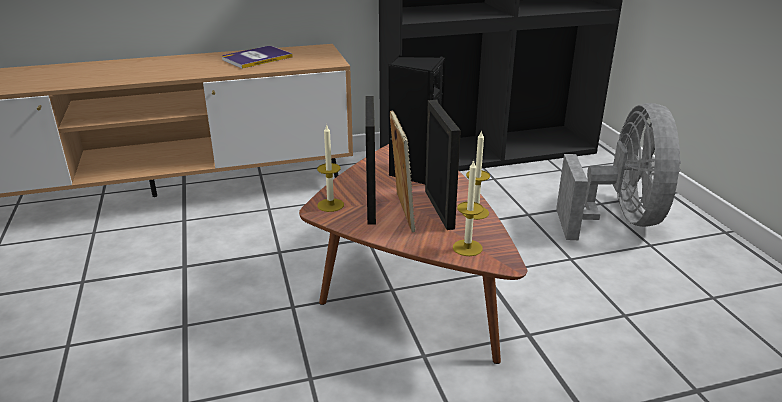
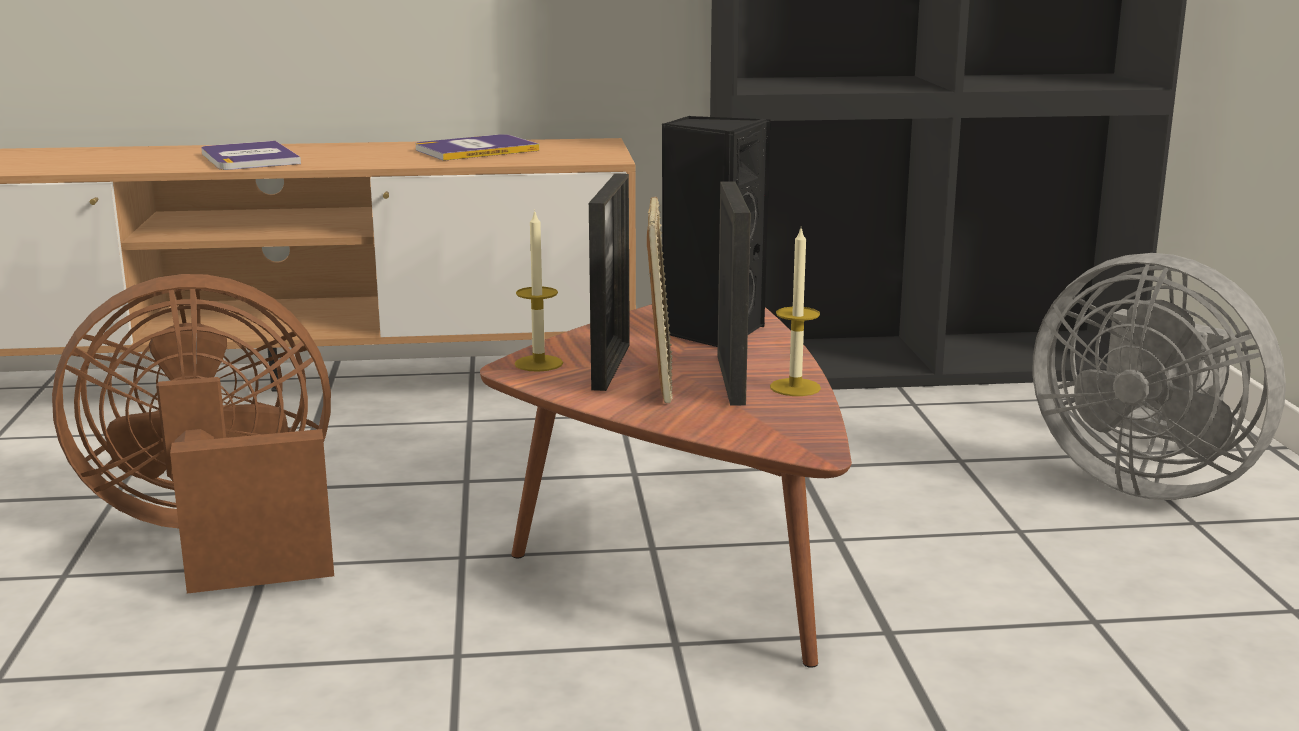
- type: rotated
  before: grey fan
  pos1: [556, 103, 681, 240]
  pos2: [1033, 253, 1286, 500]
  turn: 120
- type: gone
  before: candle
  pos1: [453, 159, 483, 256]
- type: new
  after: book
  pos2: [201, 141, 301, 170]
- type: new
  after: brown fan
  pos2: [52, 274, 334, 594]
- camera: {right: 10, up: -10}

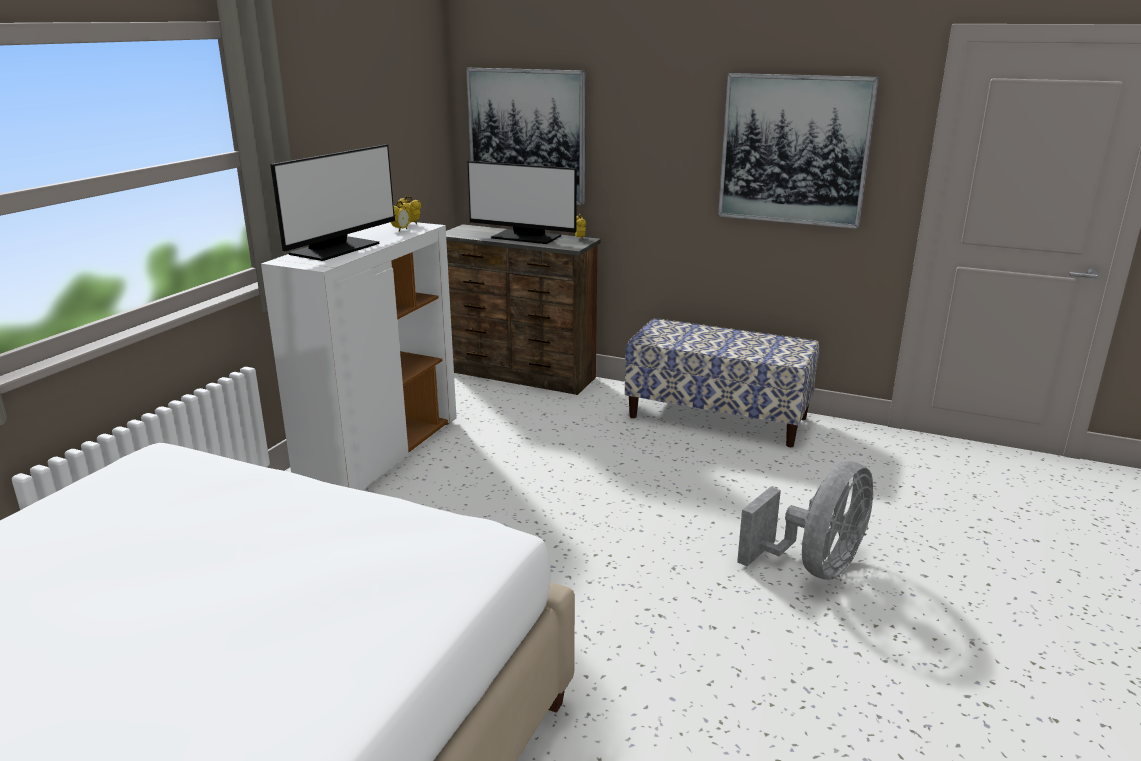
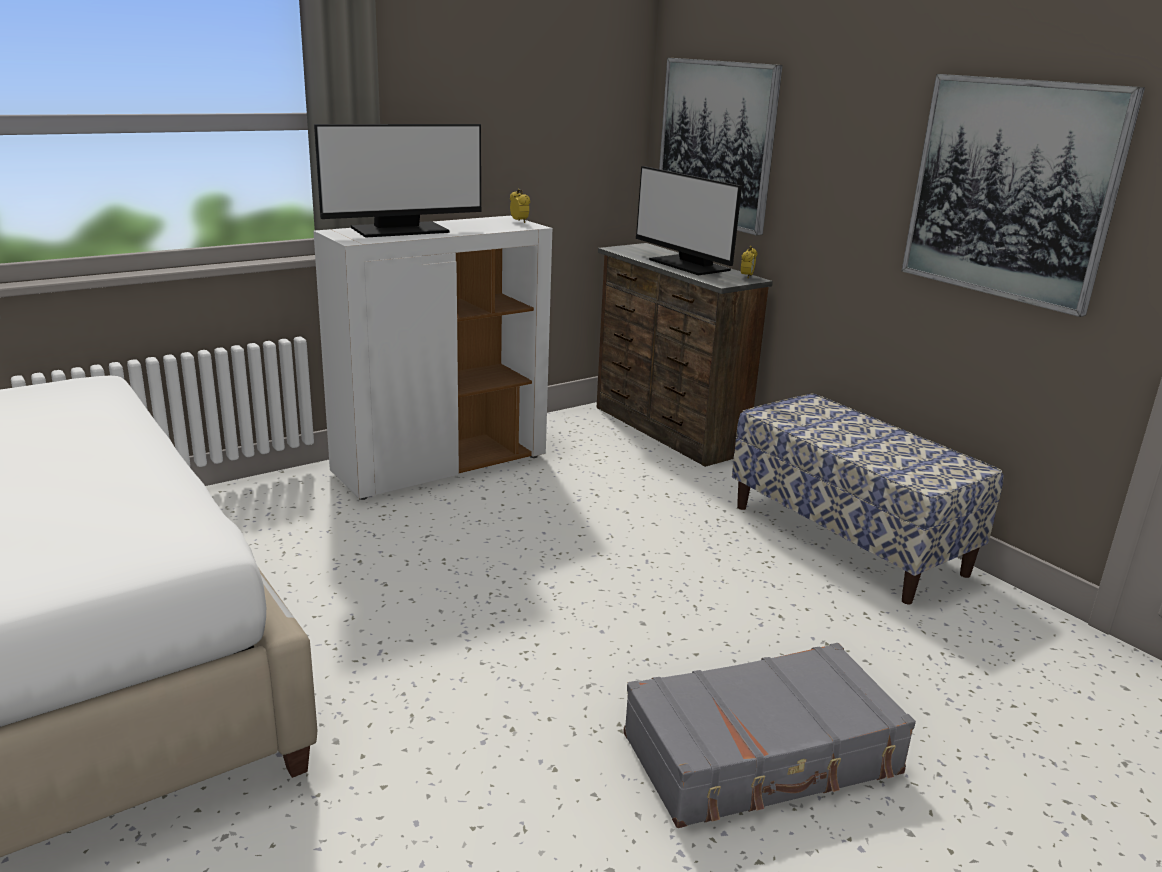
- type: gone
  before: alarm clock
  pos1: [391, 201, 411, 232]
- type: swapped
  before: grey fan
  after: grey suitcase
  pos1: [737, 461, 873, 580]
  pos2: [623, 643, 916, 828]
- camera: {right: 30, up: 0}

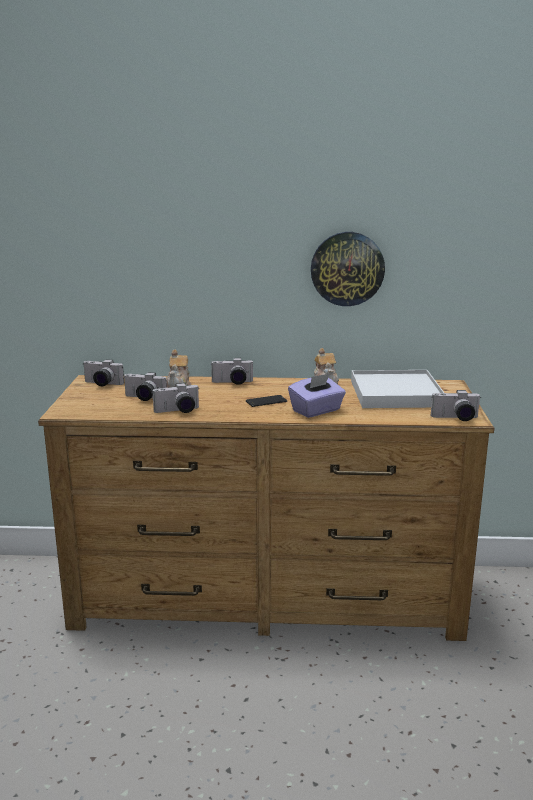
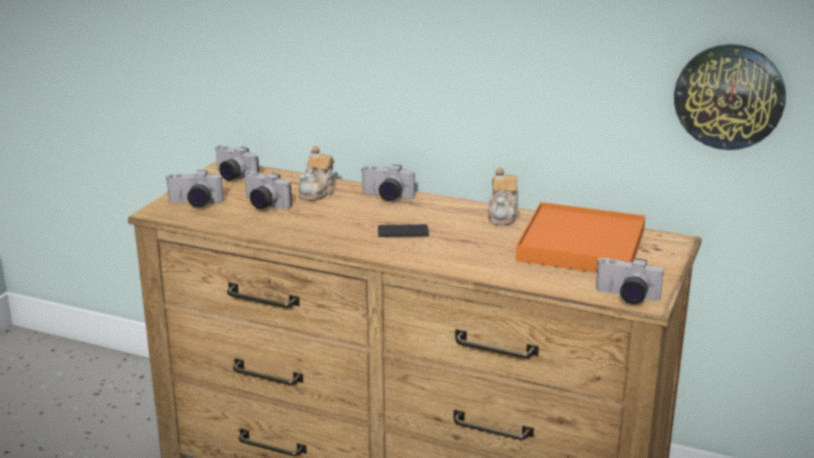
- type: shifted
  before: wall clock
  pos1: [311, 232, 385, 306]
  pos2: [674, 44, 786, 150]
- type: repainted
  before: white tray
  after: orange tray
  pos1: [351, 370, 444, 408]
  pos2: [516, 202, 645, 273]
- type: gone
  before: purple tissue box
  pos1: [288, 373, 346, 418]
- type: shifted
  before: photo camera
  pos1: [152, 383, 200, 413]
  pos2: [165, 170, 224, 208]
- camera: {right: 20, up: 5}

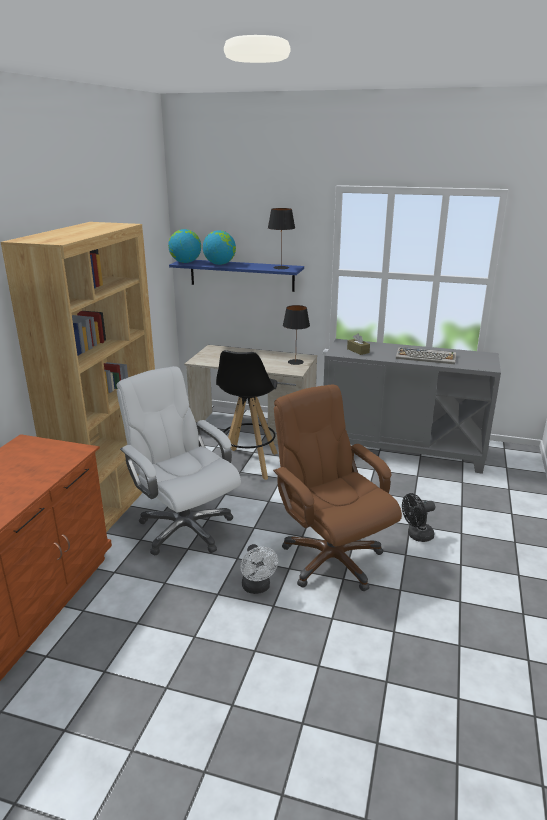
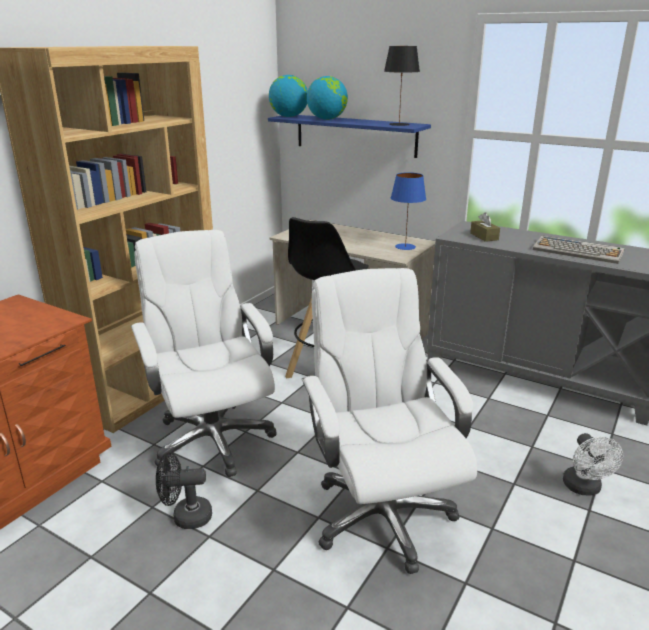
- type: repainted
  before: black table lamp
  after: blue table lamp
  pos1: [283, 305, 310, 365]
  pos2: [391, 172, 426, 250]
- type: repainted
  before: brown office chair
  after: white office chair
  pos1: [273, 384, 402, 591]
  pos2: [302, 268, 477, 574]
- type: shifted
  before: black fan
  pos1: [402, 493, 435, 542]
  pos2: [156, 452, 212, 529]
- type: shifted
  before: white fan
  pos1: [240, 544, 278, 594]
  pos2: [563, 433, 623, 496]
- camera: {right: 15, up: 0}

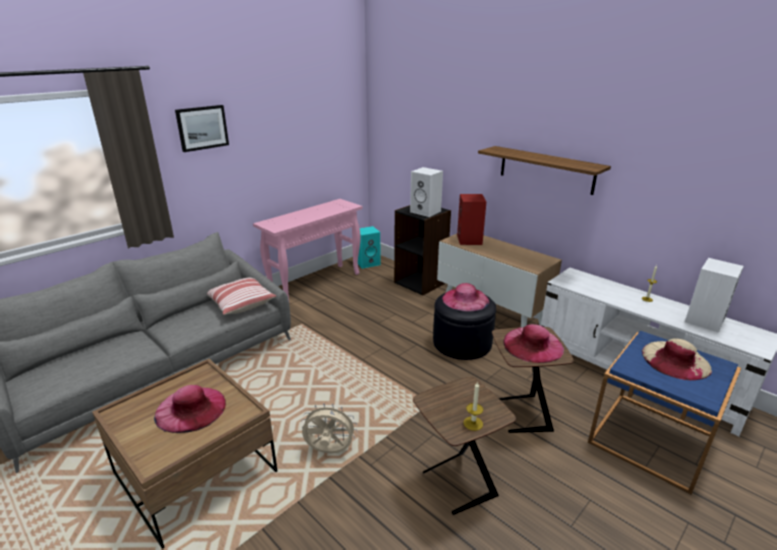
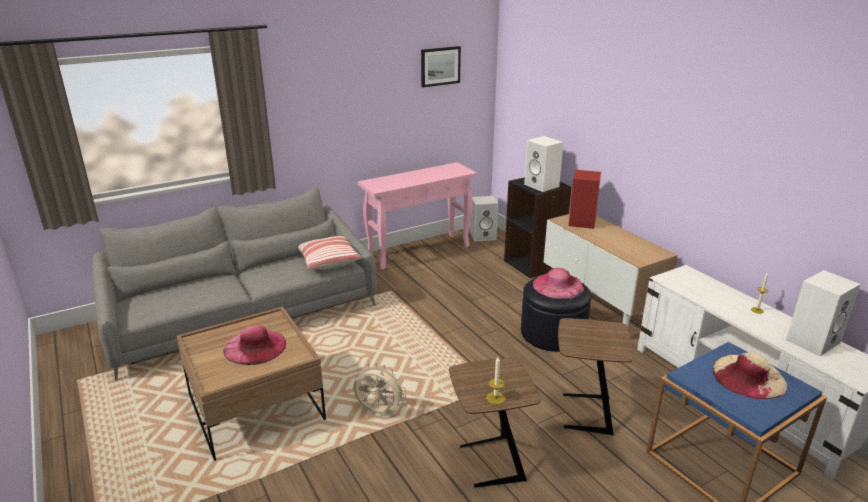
- type: shifted
  before: picture
  pos1: [175, 105, 229, 152]
  pos2: [421, 46, 461, 87]
- type: gone
  before: shelf
  pos1: [478, 146, 611, 195]
- type: repainted
  before: turquoise speaker
  after: white speaker
  pos1: [358, 226, 381, 269]
  pos2: [470, 196, 498, 242]
- type: gone
  before: pink hat
  pos1: [503, 324, 564, 363]
- camera: {right: 15, up: 0}

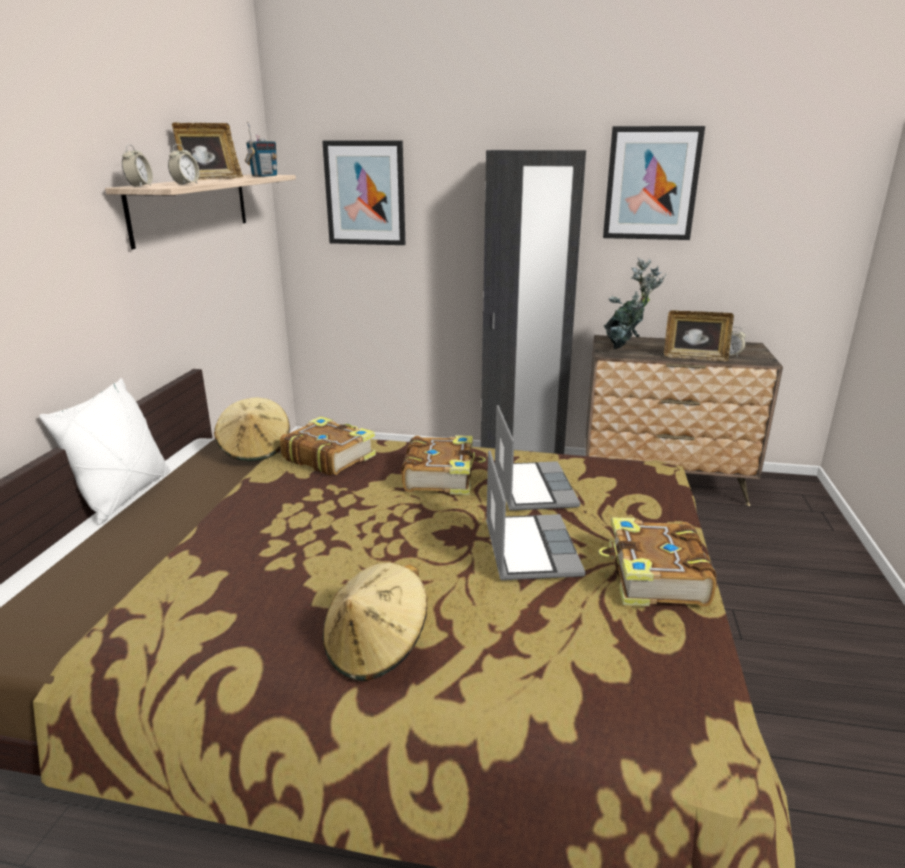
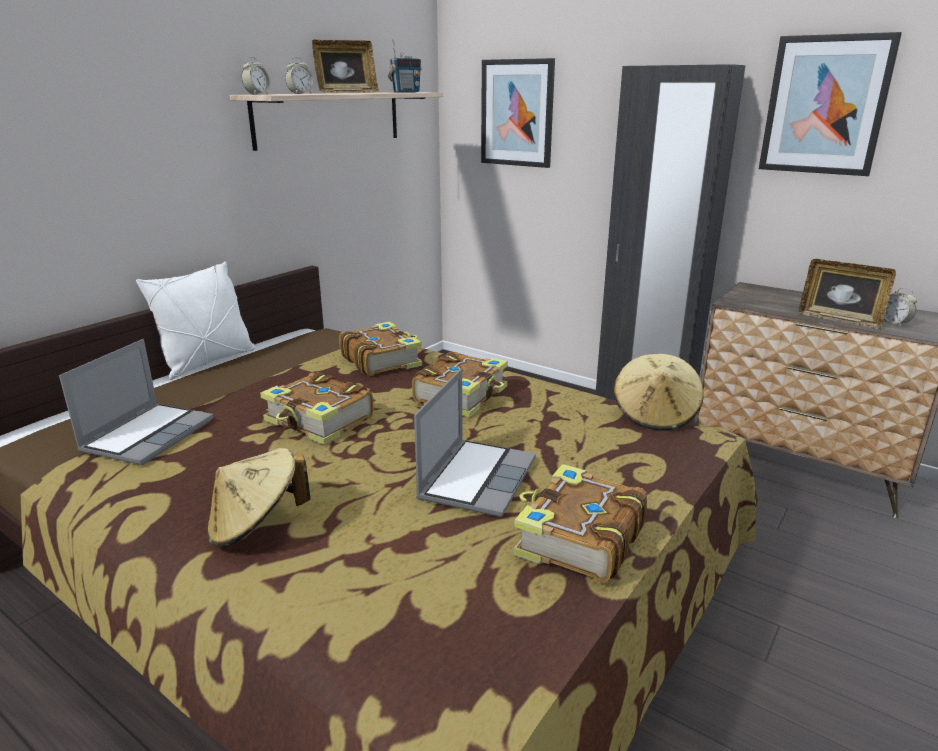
- type: gone
  before: potted plant
  pos1: [604, 257, 666, 350]
- type: shifted
  before: beige hat
  pos1: [214, 398, 290, 461]
  pos2: [613, 353, 704, 431]
- type: shifted
  before: laptop
  pos1: [495, 405, 580, 511]
  pos2: [59, 339, 214, 465]
- type: new
  after: book
  pos2: [260, 372, 374, 445]
- camera: {right: 25, up: 0}

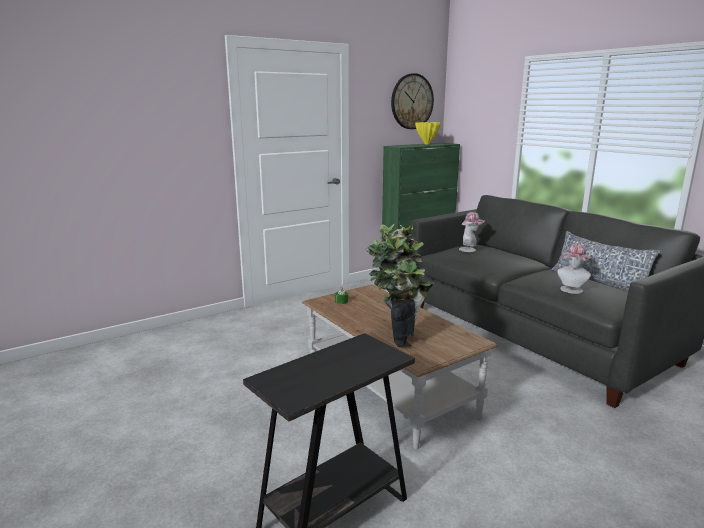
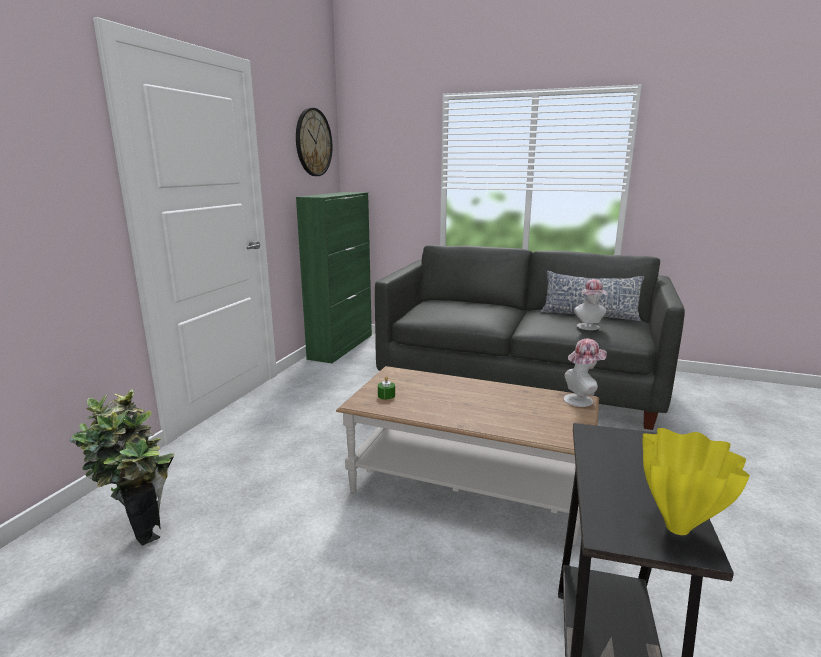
- type: shifted
  before: yellow vase
  pos1: [415, 122, 441, 145]
  pos2: [643, 428, 750, 535]
- type: shifted
  before: hat
  pos1: [459, 212, 485, 252]
  pos2: [564, 339, 607, 407]
- type: shifted
  before: potted plant
  pos1: [365, 224, 434, 347]
  pos2: [70, 389, 175, 546]
- camera: {right: -35, up: 0}

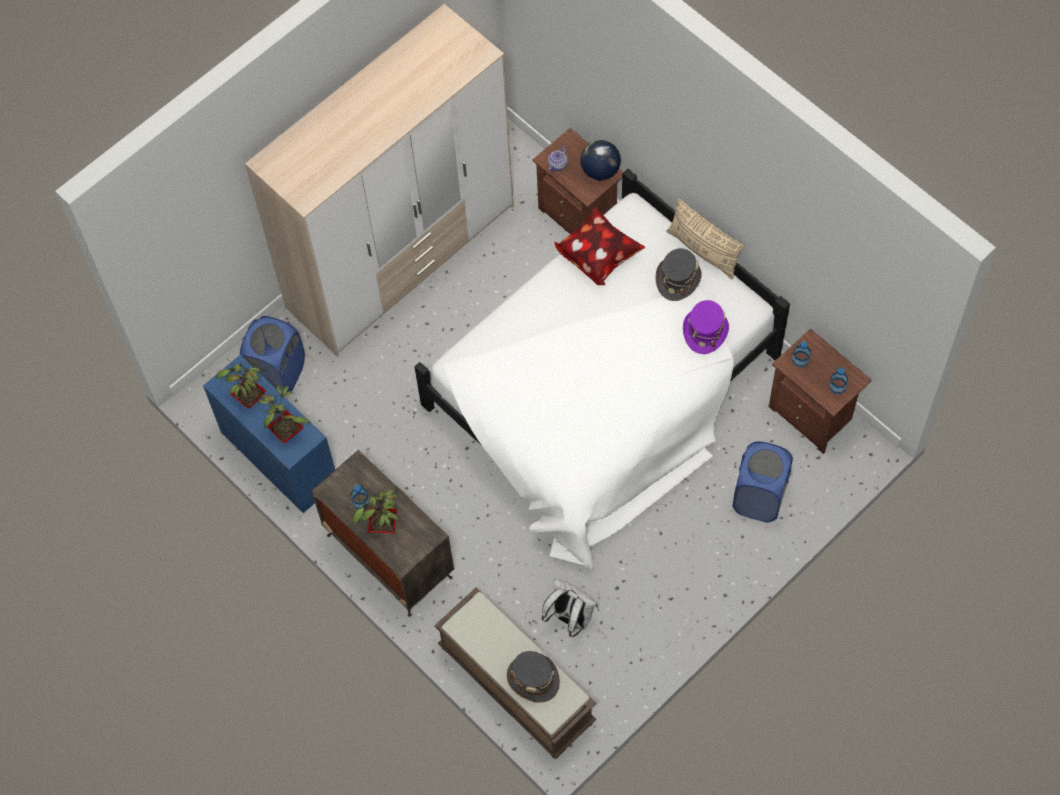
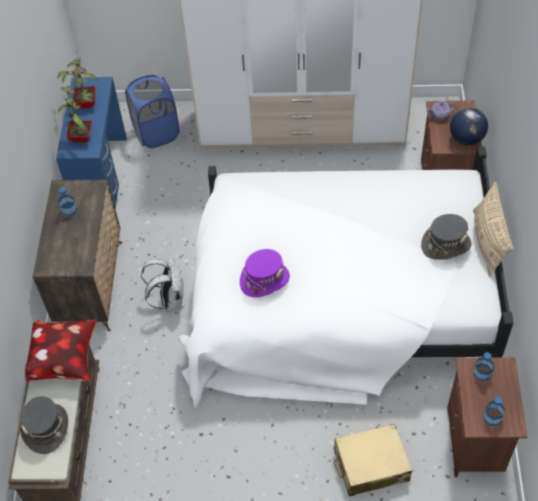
- type: shifted
  before: pillow
  pos1: [554, 207, 645, 285]
  pos2: [25, 319, 97, 383]
- type: shifted
  before: purple hat
  pos1: [683, 300, 729, 354]
  pos2: [240, 249, 290, 297]
- type: swapped
  before: blue laundry basket
  after: beige suitcase
  pos1: [733, 441, 793, 522]
  pos2: [334, 424, 412, 497]
- type: gone
  before: potted plant
  pos1: [352, 488, 399, 533]
- type: shifted
  before: white backpack
  pos1: [542, 579, 598, 637]
  pos2: [141, 256, 184, 312]
- camera: {right: 45, up: -10}

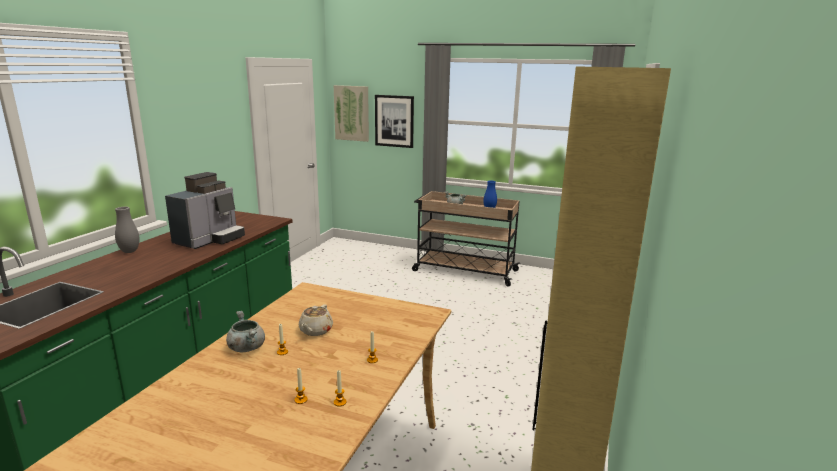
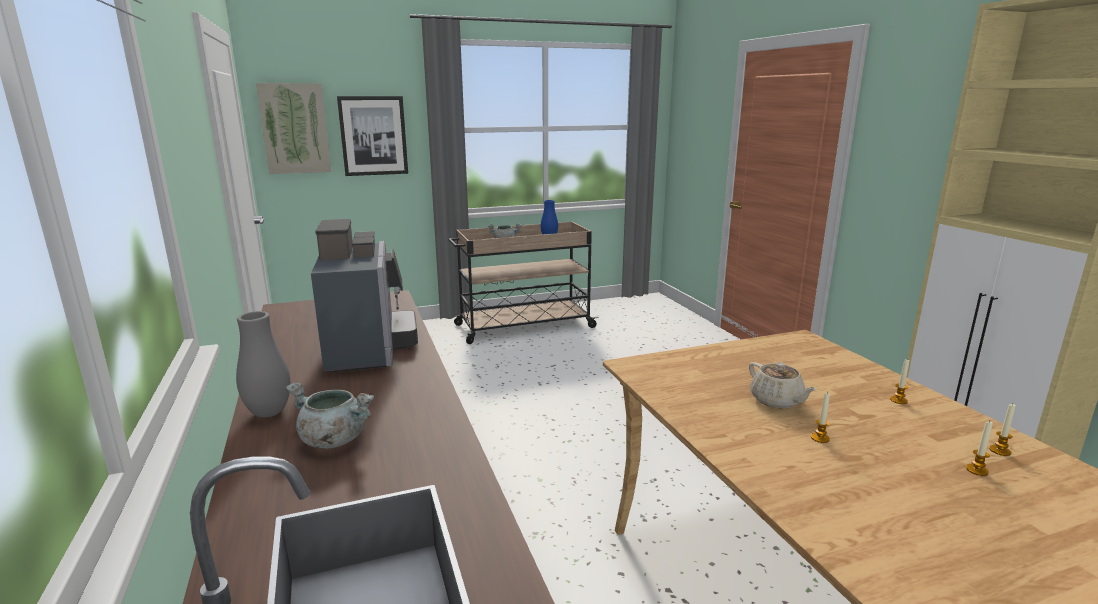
- type: shifted
  before: grey cooking pot
  pos1: [226, 311, 265, 352]
  pos2: [285, 383, 374, 449]
- camera: {right: -40, up: 0}

